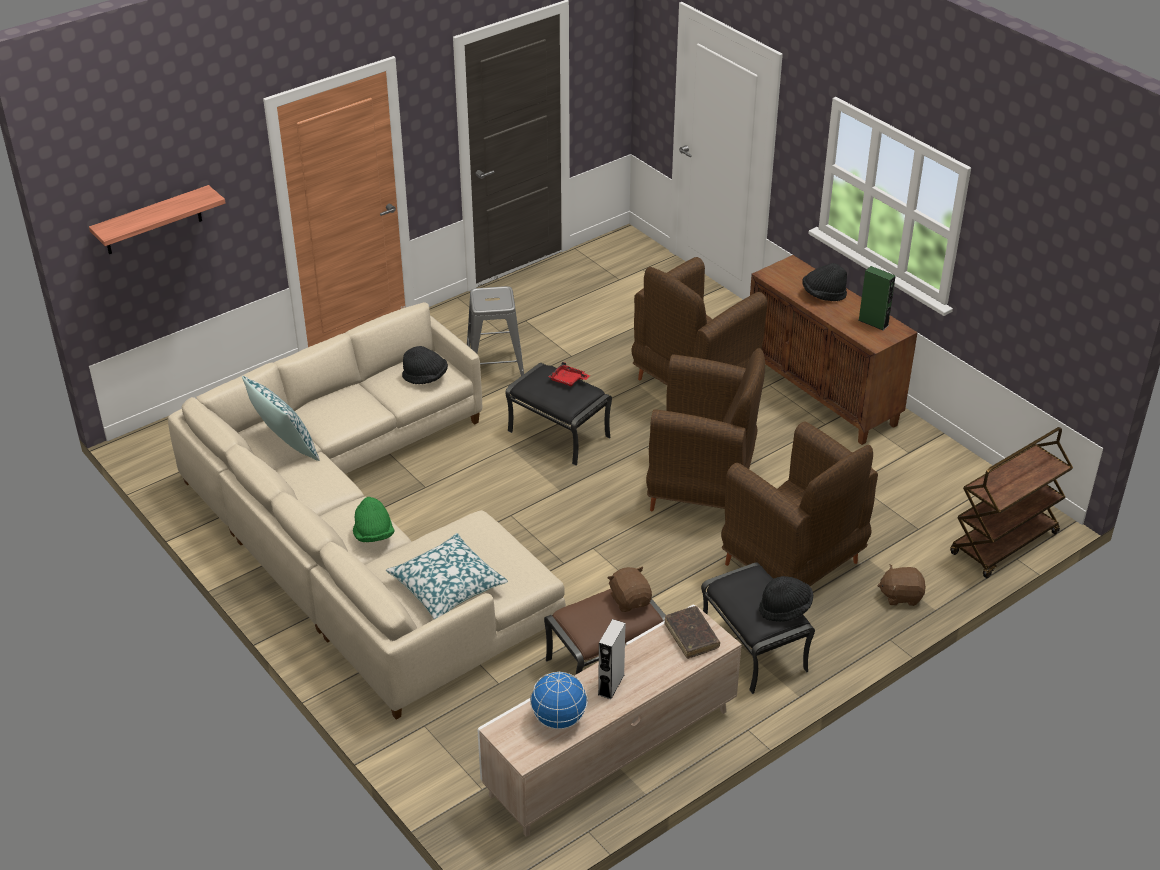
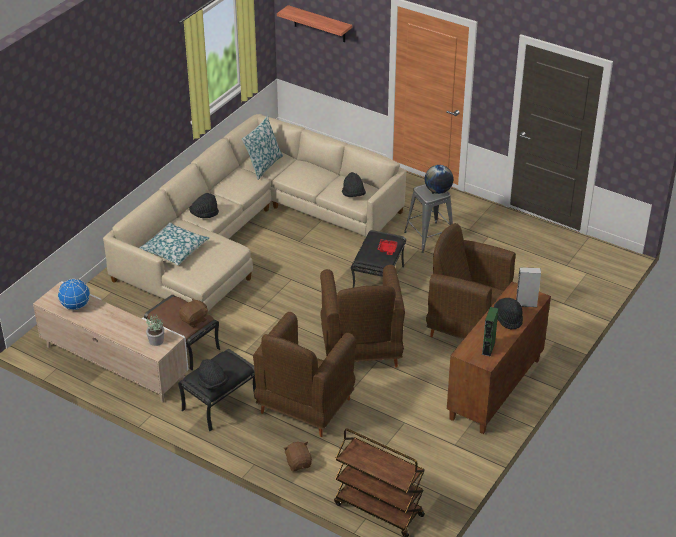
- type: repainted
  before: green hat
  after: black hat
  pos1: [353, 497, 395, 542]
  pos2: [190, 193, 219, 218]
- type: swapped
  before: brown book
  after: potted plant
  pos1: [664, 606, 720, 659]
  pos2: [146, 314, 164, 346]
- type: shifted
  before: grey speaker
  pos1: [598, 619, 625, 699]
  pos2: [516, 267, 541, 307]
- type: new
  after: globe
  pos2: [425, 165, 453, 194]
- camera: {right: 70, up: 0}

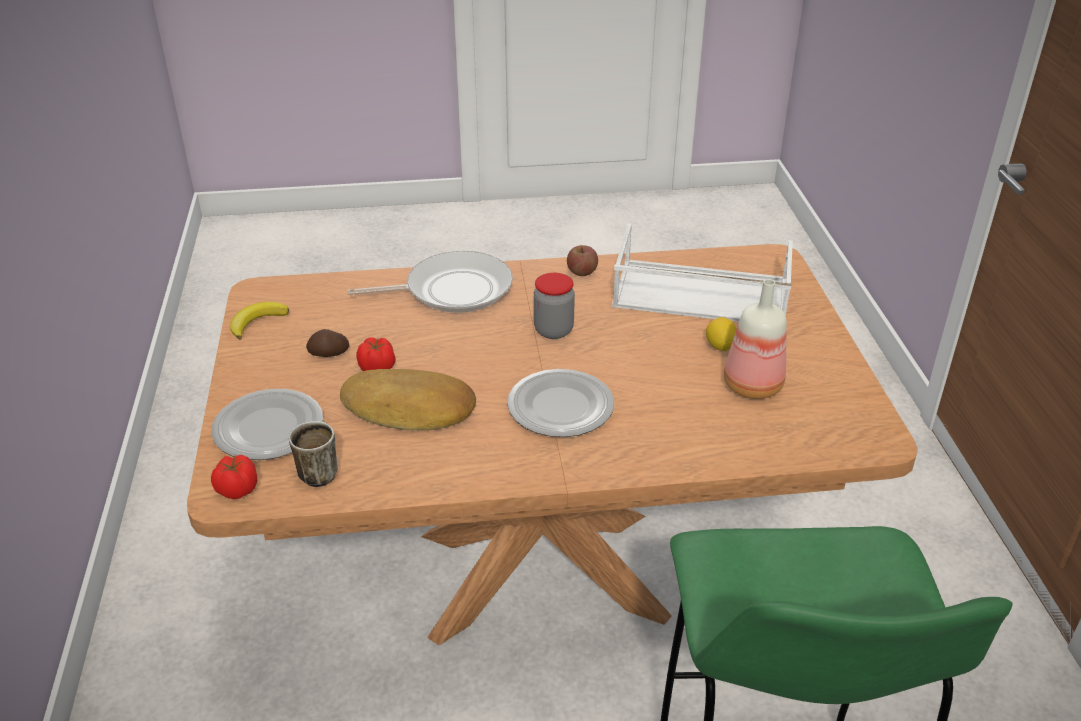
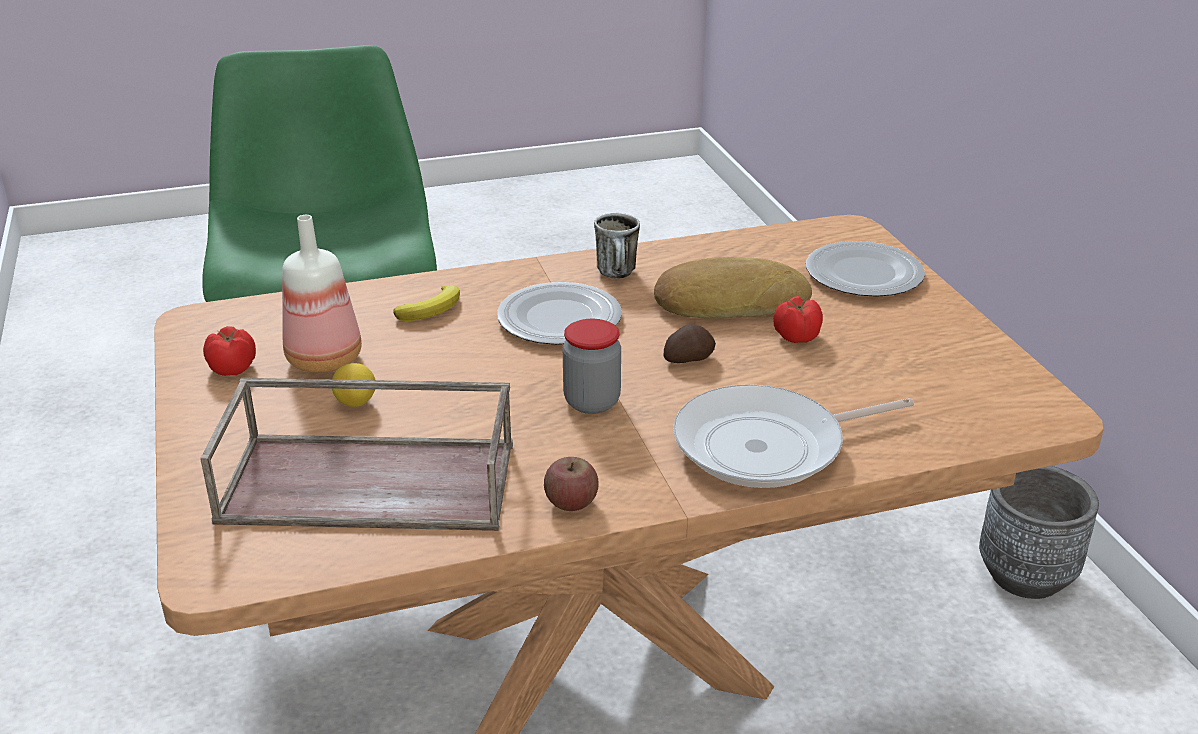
- type: repainted
  before: white tray
  after: brown tray
  pos1: [612, 223, 793, 322]
  pos2: [200, 378, 513, 531]
- type: shifted
  before: banana
  pos1: [230, 302, 289, 339]
  pos2: [394, 285, 460, 321]
- type: shifted
  before: potato
  pos1: [306, 329, 349, 357]
  pos2: [663, 324, 716, 363]
- type: shifted
  before: mug
  pos1: [289, 421, 338, 487]
  pos2: [594, 213, 640, 279]
- type: shifted
  before: tomato
  pos1: [211, 455, 257, 499]
  pos2: [203, 326, 256, 376]
- type: new
  after: grey planter
  pos2: [979, 466, 1099, 599]
- camera: {right: 170, up: -5}

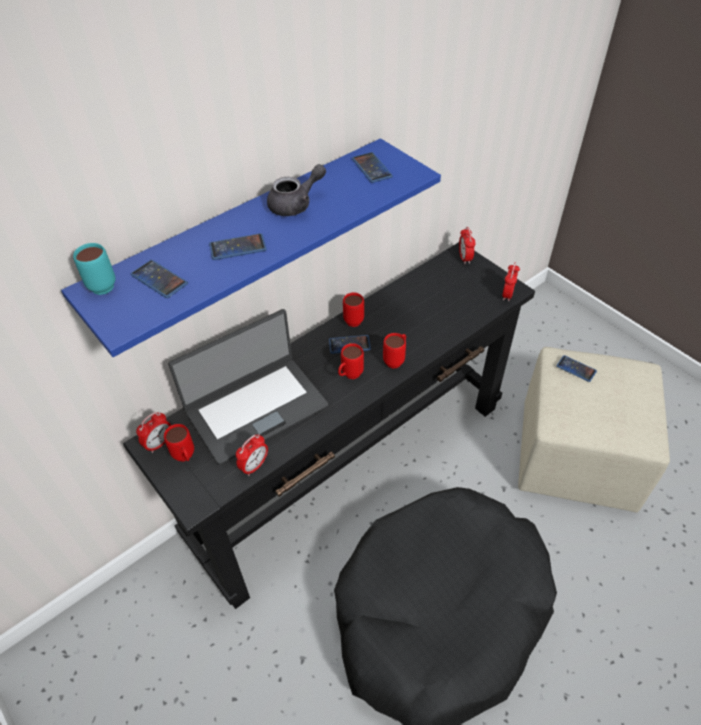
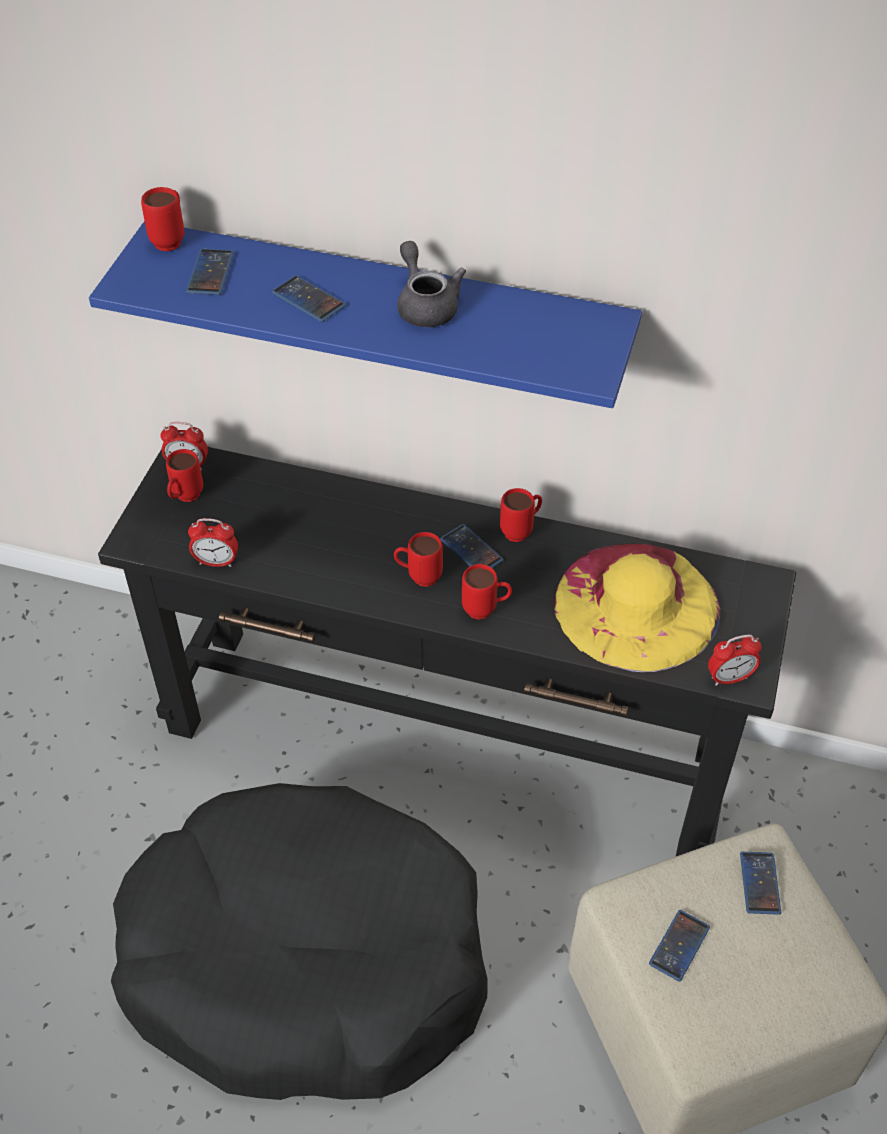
- type: shifted
  before: phone
  pos1: [352, 152, 393, 183]
  pos2: [649, 910, 710, 982]
- type: rotated
  before: grey teapot
  pos1: [267, 164, 326, 216]
  pos2: [397, 241, 466, 327]
  turn: -135
- type: gone
  before: alarm clock
  pos1: [459, 227, 476, 264]
- type: repainted
  before: turquoise mug
  after: red mug
  pos1: [73, 243, 116, 295]
  pos2: [141, 187, 184, 252]
- type: gone
  before: laptop
  pos1: [168, 309, 328, 465]
- type: new
  after: yellow hat
  pos2: [554, 543, 721, 672]
- camera: {right: 55, up: 0}

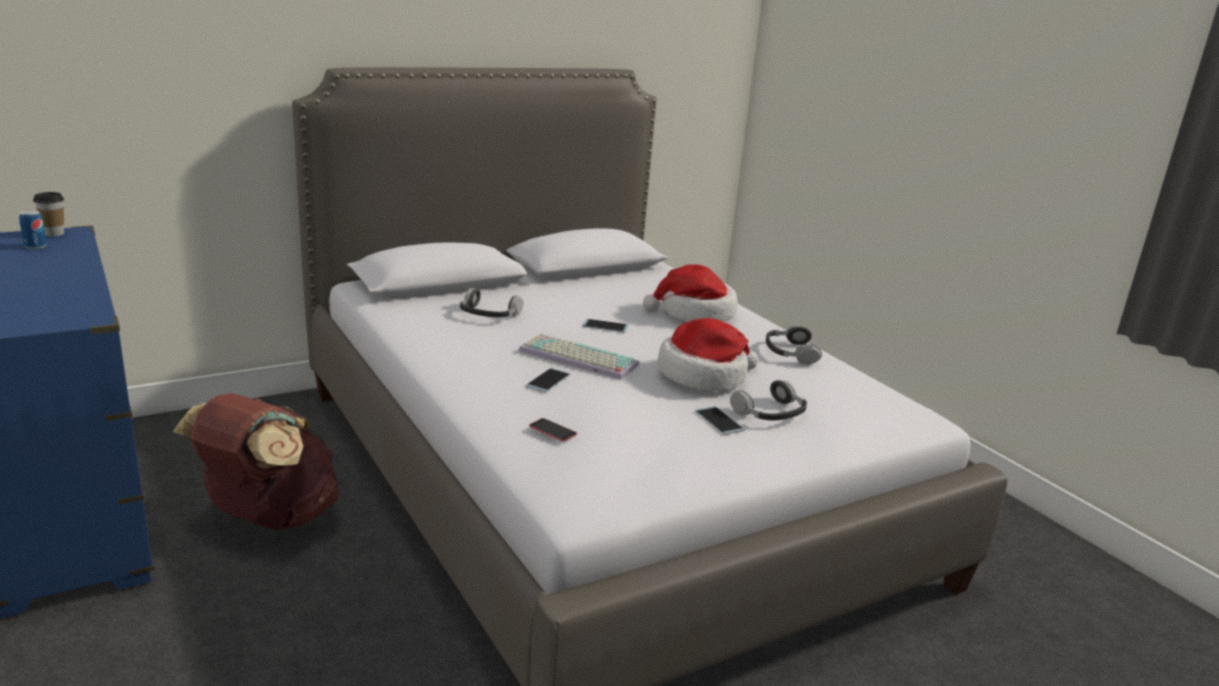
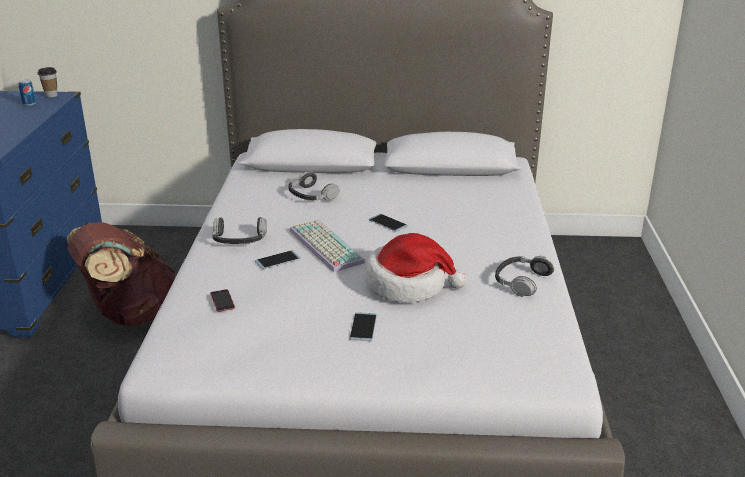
- type: gone
  before: hat
  pos1: [643, 264, 738, 322]
- type: shifted
  before: headphones
  pos1: [730, 380, 807, 421]
  pos2: [212, 217, 267, 244]
- camera: {right: 35, up: 5}

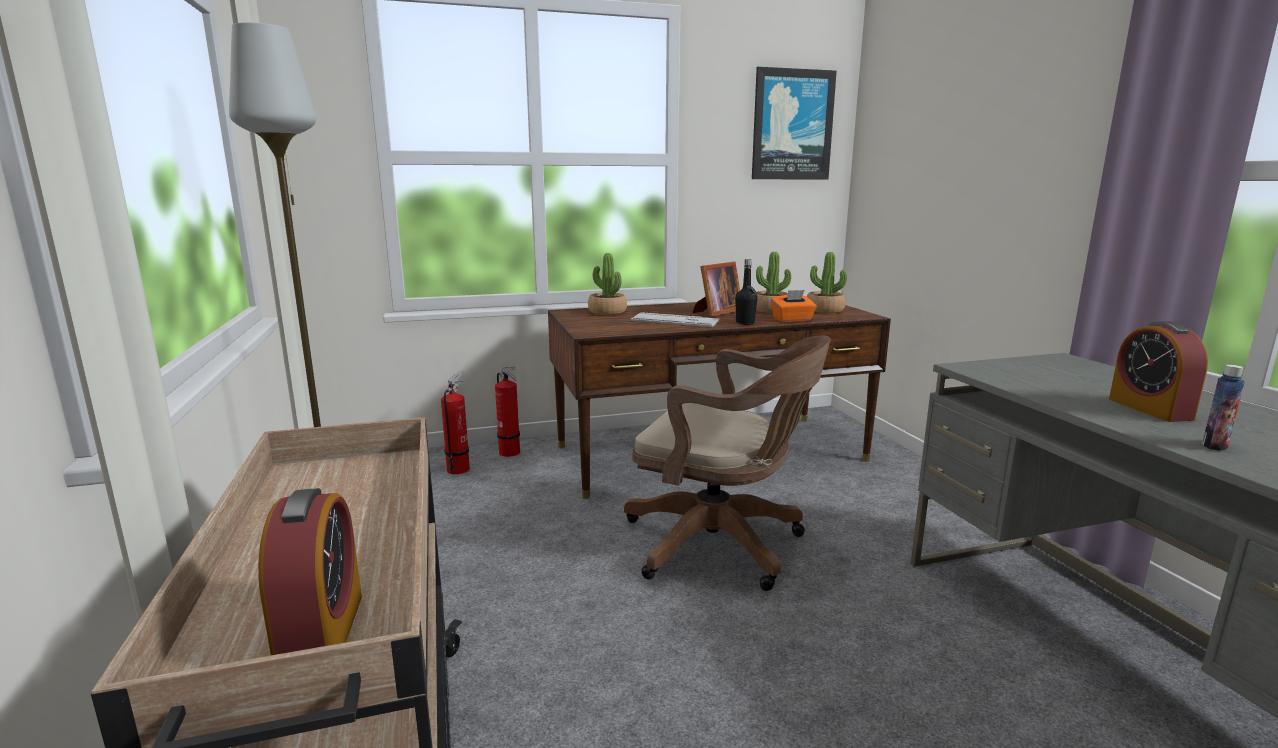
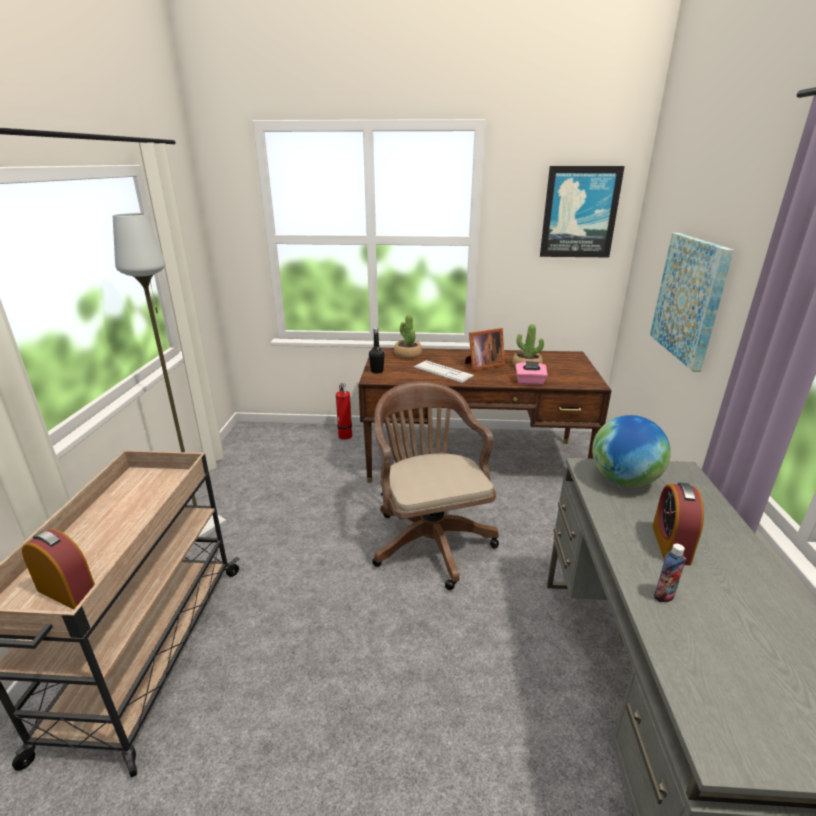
- type: gone
  before: potted plant
  pos1: [807, 252, 847, 313]
- type: shifted
  before: black bottle
  pos1: [735, 259, 758, 325]
  pos2: [369, 328, 385, 373]
- type: repainted
  before: orange tissue box
  after: pink tissue box
  pos1: [771, 290, 817, 322]
  pos2: [515, 361, 547, 385]
- type: rotated
  before: brown office chair
  pos1: [624, 335, 831, 591]
  pos2: [372, 381, 499, 590]
  turn: -150
- type: gone
  before: fire extinguisher
  pos1: [441, 370, 470, 474]
- type: rotated
  before: alarm clock
  pos1: [258, 488, 362, 655]
  pos2: [22, 529, 95, 609]
  turn: -75
- type: new
  after: picture
  pos2: [650, 233, 734, 372]
- type: new
  after: globe
  pos2: [592, 415, 671, 487]
- camera: {right: 20, up: 10}

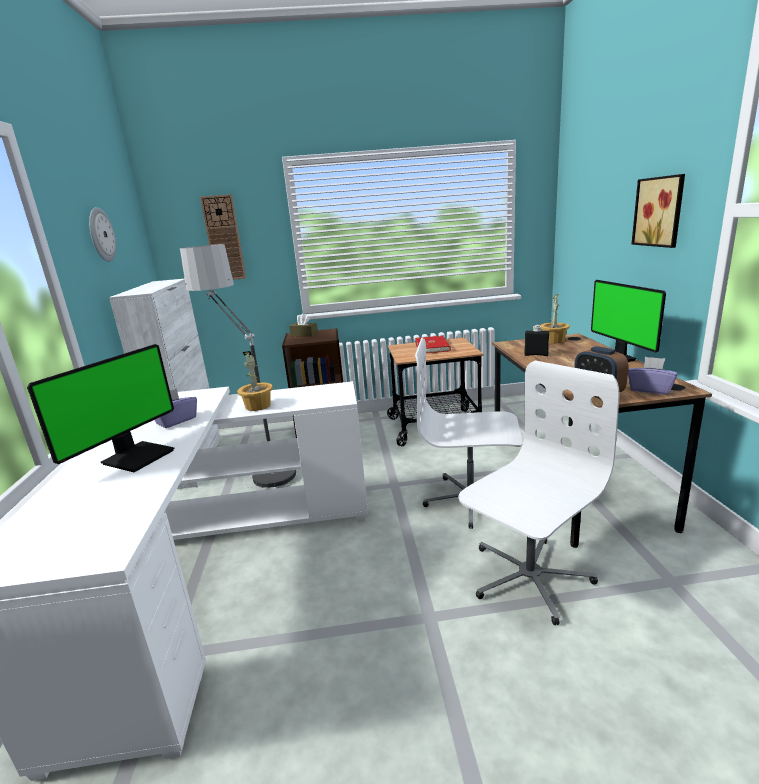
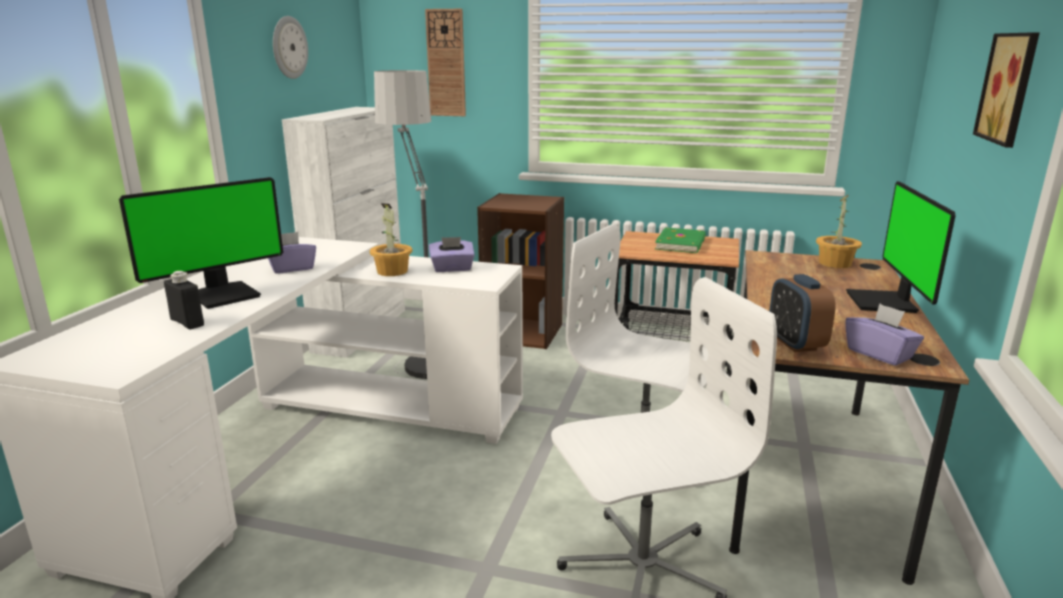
- type: gone
  before: brown tissue box
  pos1: [289, 314, 318, 337]
- type: shifted
  before: black bottle
  pos1: [524, 325, 549, 356]
  pos2: [164, 271, 204, 329]
- type: repainted
  before: red book
  after: green book
  pos1: [415, 336, 451, 353]
  pos2: [655, 228, 706, 253]
- type: new
  after: purple tissue box
  pos2: [429, 237, 475, 272]
- camera: {right: 20, up: 0}

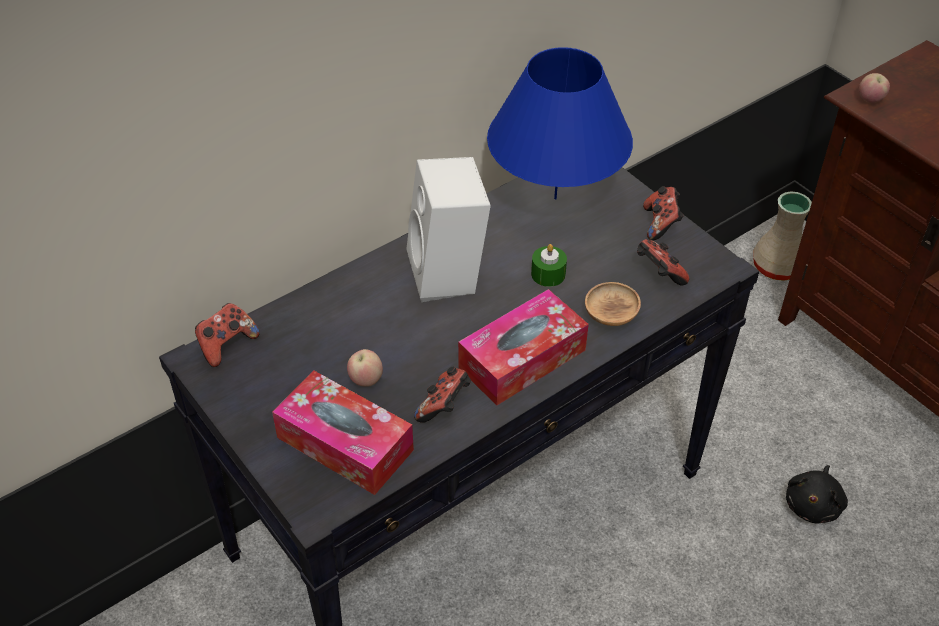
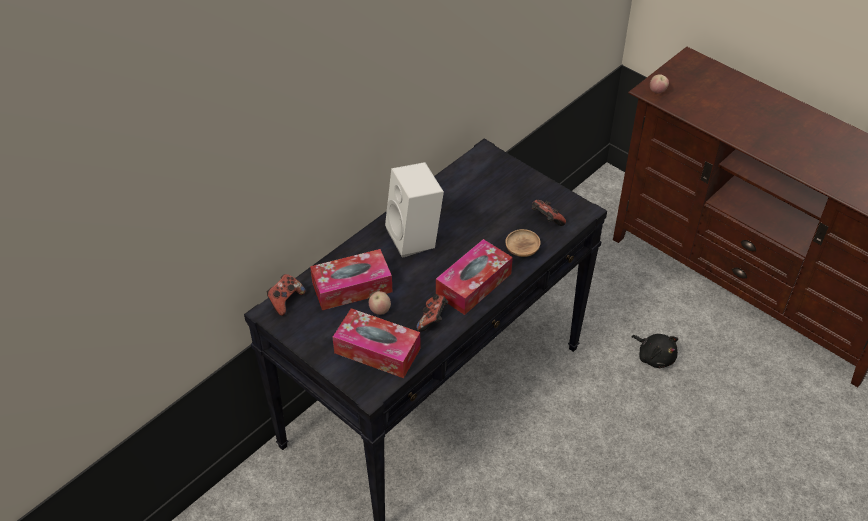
- type: gone
  before: blue table lamp
  pos1: [487, 47, 633, 199]
- type: gone
  before: game controller
  pos1: [643, 186, 684, 241]
- type: gone
  before: beige vase
  pos1: [753, 192, 812, 281]
- type: gone
  before: green candle
  pos1: [531, 244, 567, 287]
- type: rotated
  before: black plush toy
  pos1: [786, 465, 848, 524]
  pos2: [631, 334, 678, 368]
  turn: -60
- type: new
  after: tissue box
  pos2: [310, 249, 393, 310]
- camera: {right: -10, up: 0}

